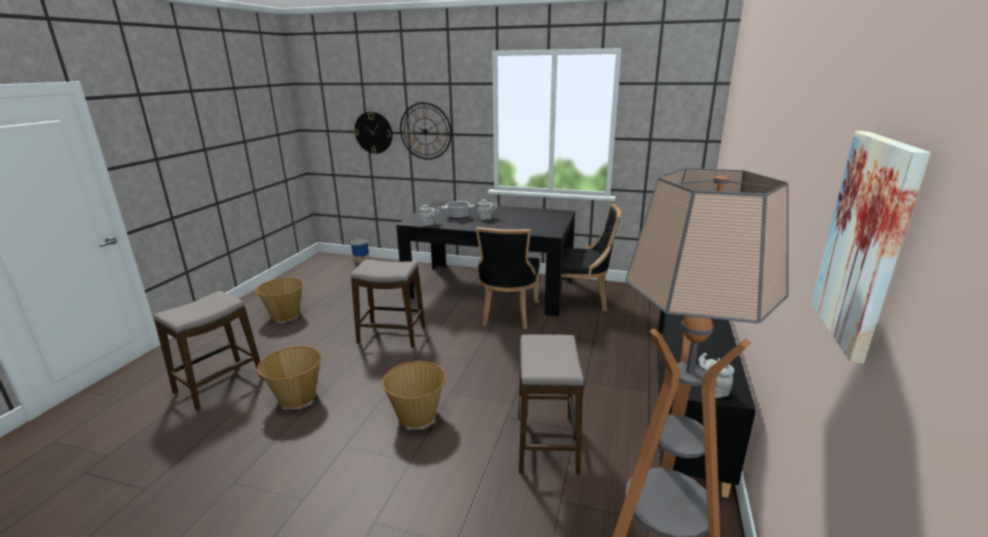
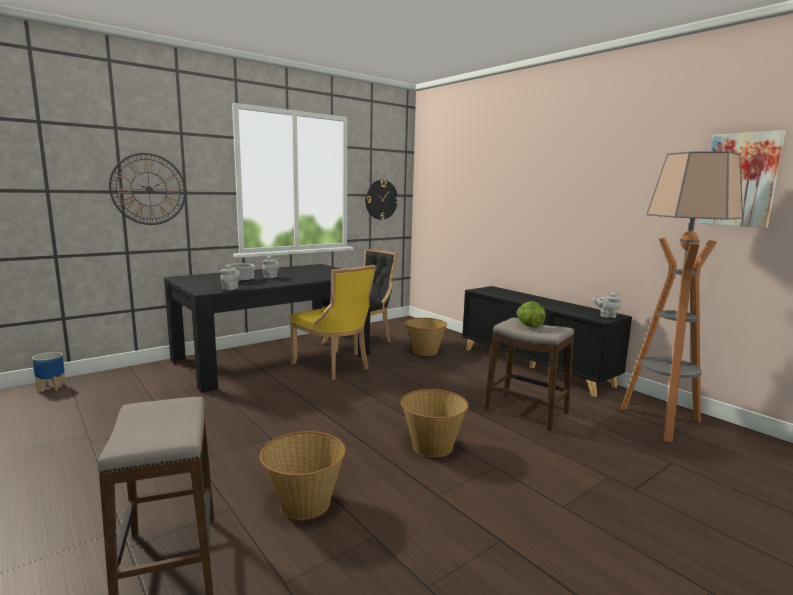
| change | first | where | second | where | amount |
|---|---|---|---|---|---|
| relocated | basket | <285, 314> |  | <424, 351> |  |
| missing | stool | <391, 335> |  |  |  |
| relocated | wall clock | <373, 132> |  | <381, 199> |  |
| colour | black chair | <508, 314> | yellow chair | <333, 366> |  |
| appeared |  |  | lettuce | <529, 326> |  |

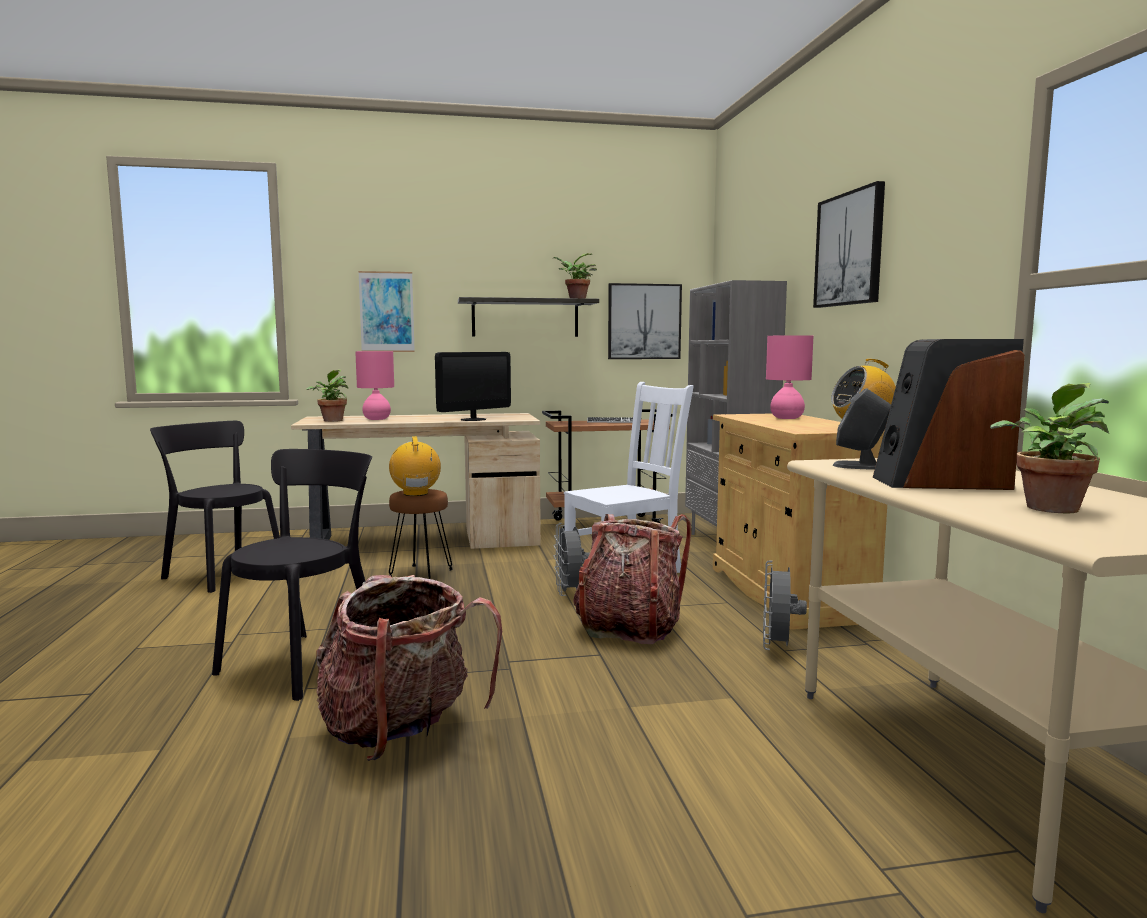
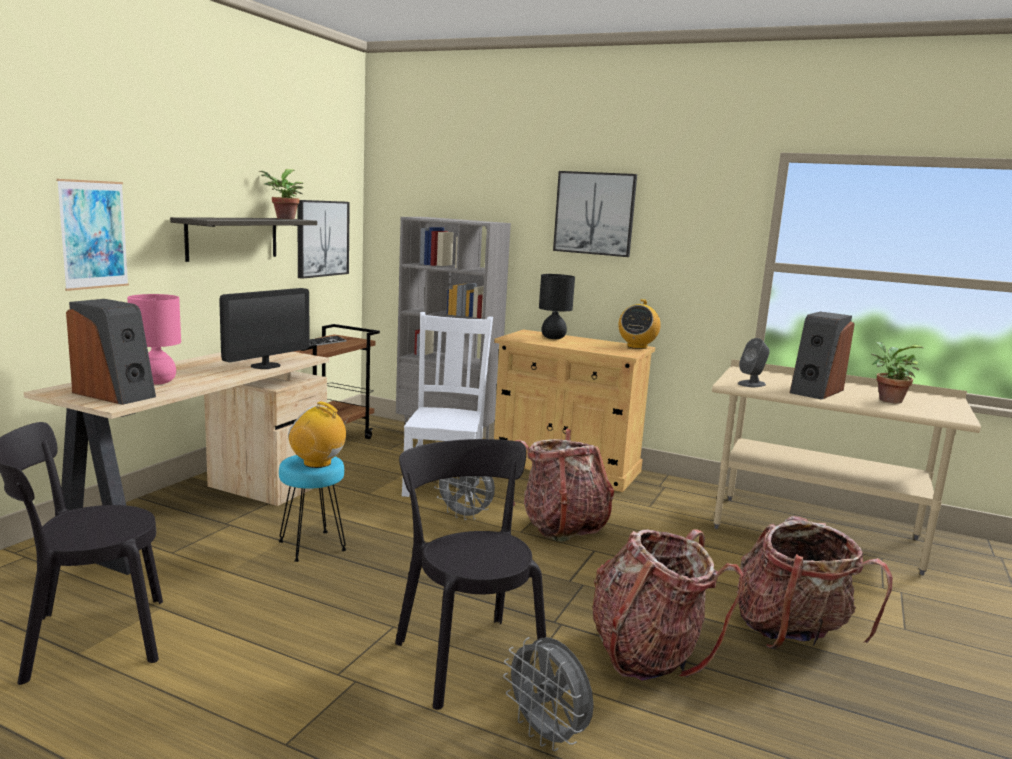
| change | first | where | second | where | amount |
|---|---|---|---|---|---|
| exchanged | potted plant | <332, 420> | speaker | <115, 394> |  |
| colour | brown stool | <420, 574> | turquoise stool | <312, 546> |  |
| spun | monitor | <473, 419> |  | <265, 366> | 45 degrees clockwise |
| relocated | grey fan | <778, 647> |  | <547, 735> |  |
| colour | pink table lamp | <786, 418> | black table lamp | <553, 338> |  |
| appeared |  |  | backpack | <793, 634> |  |

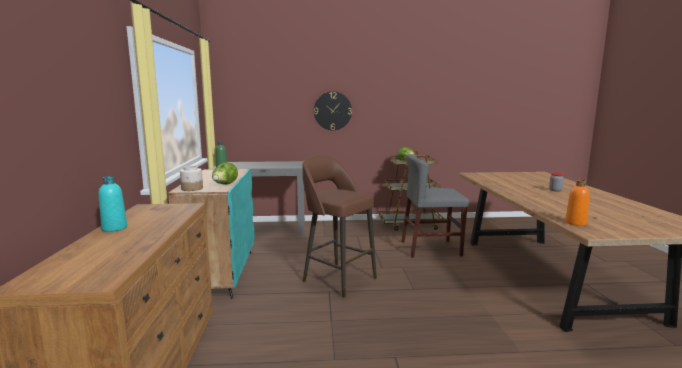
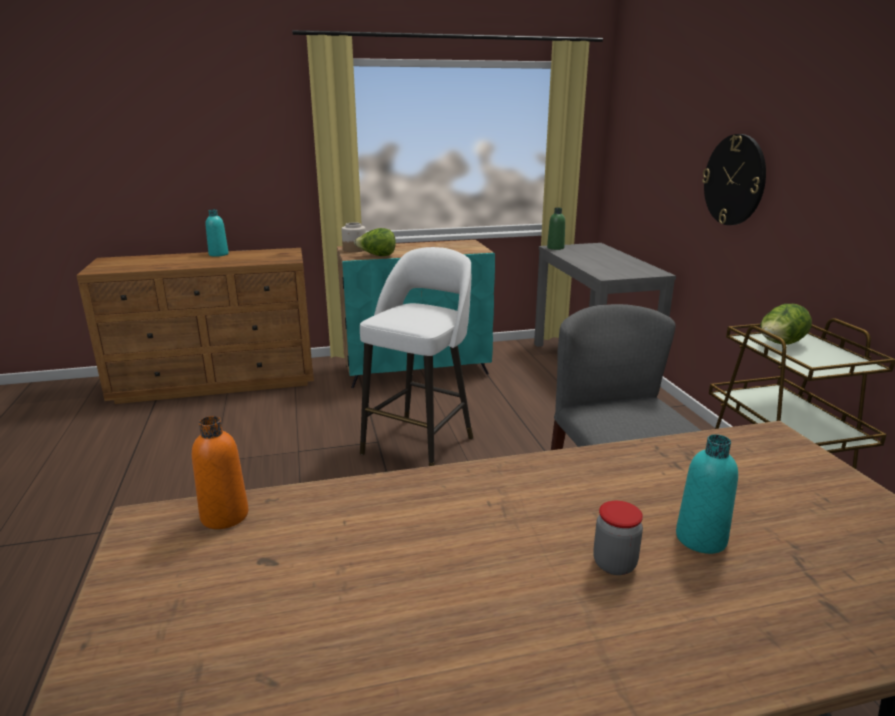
| change | first | where | second | where | amount |
|---|---|---|---|---|---|
| colour | brown stool | <338, 279> | white stool | <420, 444> |  |
| appeared |  |  | turquoise bottle | <701, 538> |  |

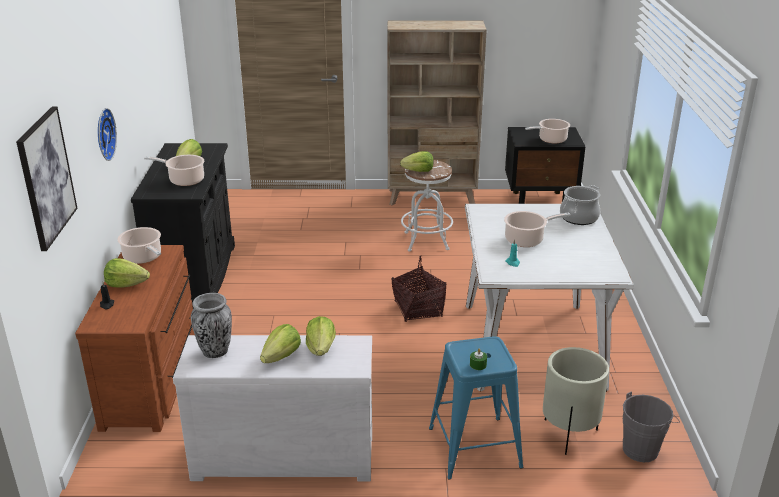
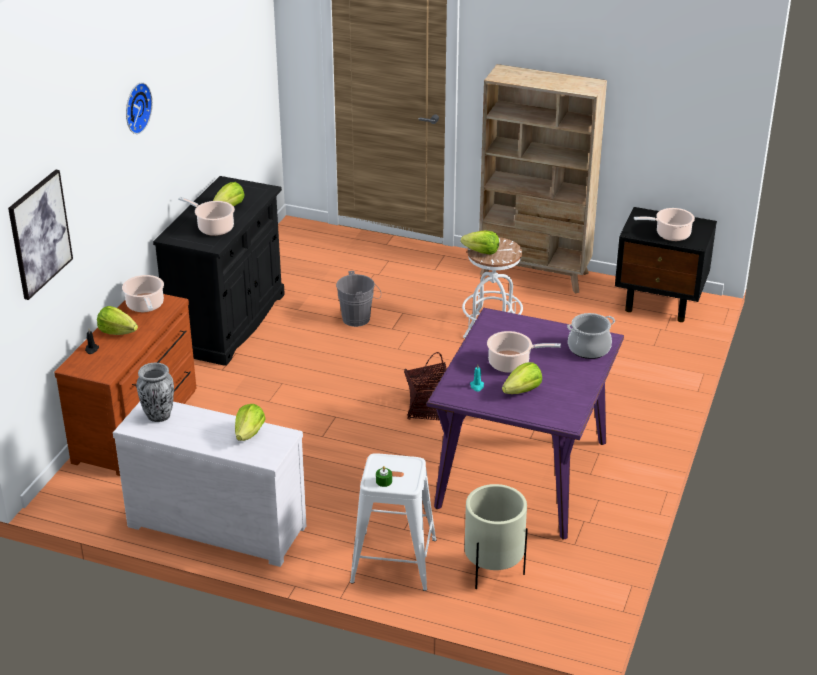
| change | first | where | second | where | amount |
|---|---|---|---|---|---|
| relocated | wall clock | <103, 134> |  | <135, 107> |  |
| relocated | lettuce | <281, 357> |  | <522, 391> |  |
| colour | blue stool | <475, 447> | white stool | <394, 560> |  |
| colour | white dining table | <531, 345> | purple dining table | <522, 473> |  |
| relocated | grey bucket | <643, 448> |  | <359, 318> |  |

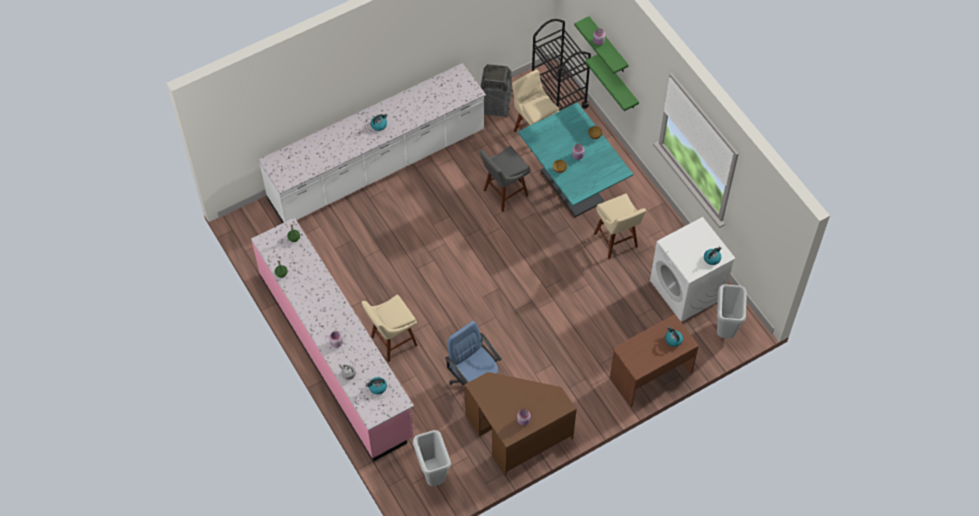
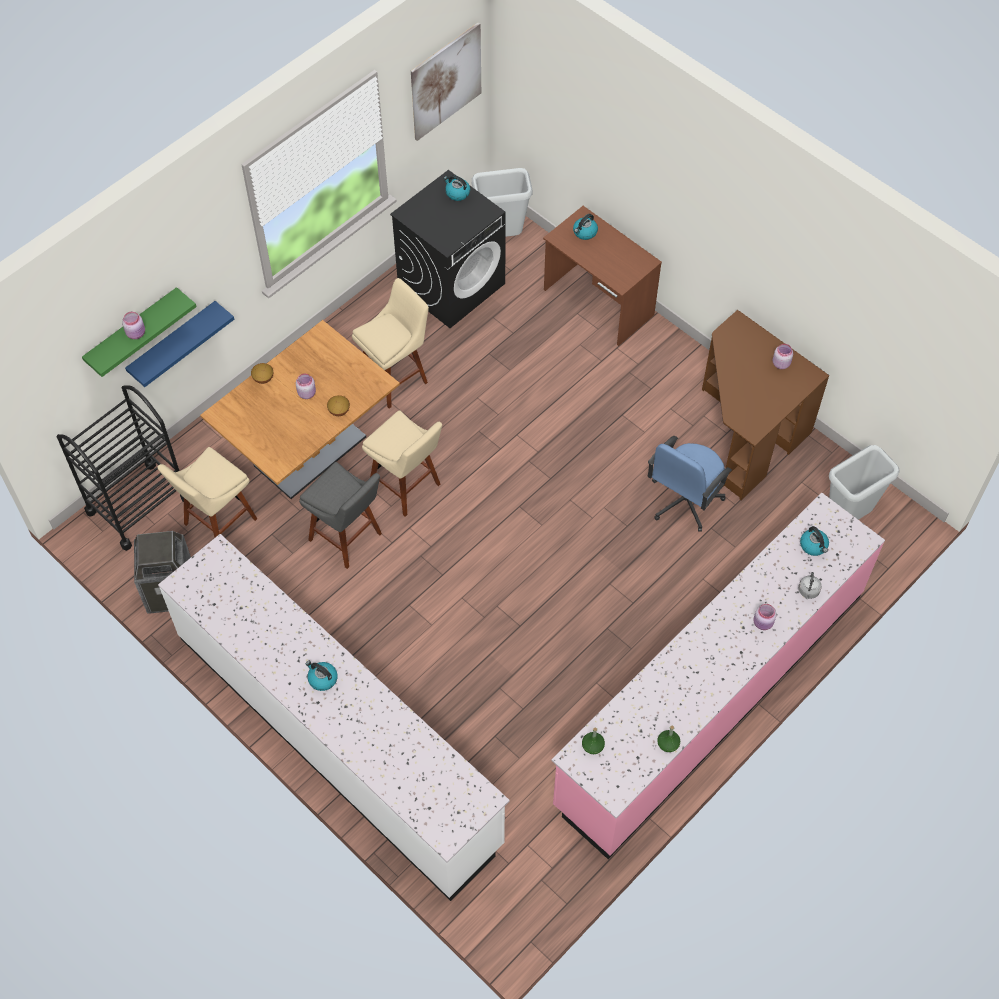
| change | first | where | second | where | amount |
|---|---|---|---|---|---|
| relocated | beige stool | <391, 342> |  | <407, 488> |  |
| colour | turquoise dining table | <572, 186> | brown dining table | <310, 451> |  |
| colour | green shelf | <618, 83> | blue shelf | <173, 342> |  |
| colour | white washing machine | <687, 290> | black washing machine | <451, 285> |  |
| appeared |  |  | picture | <446, 81> |  |

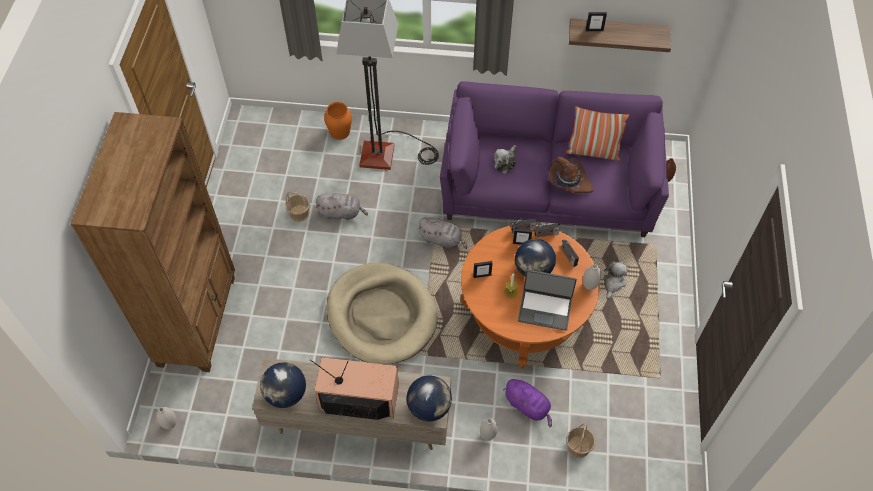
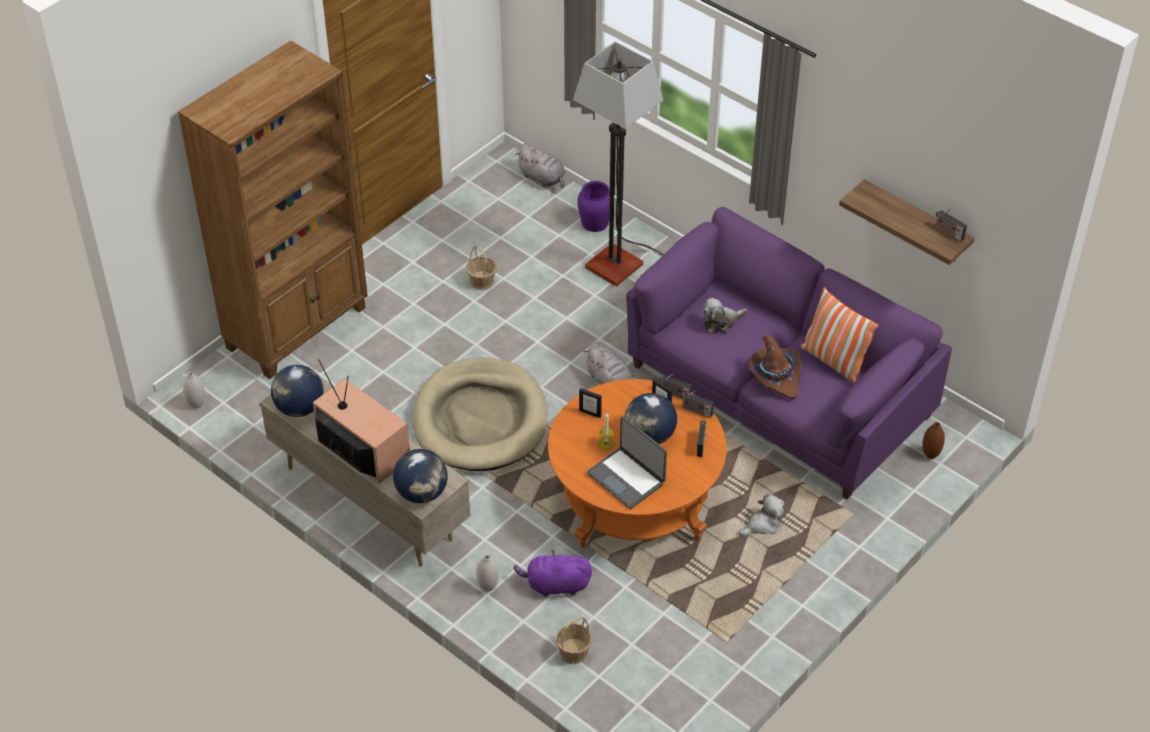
| change | first | where | second | where | amount |
|---|---|---|---|---|---|
| relocated | grey plush toy | <341, 213> |  | <543, 178> |  |
| colour | orange vase | <340, 132> | purple vase | <595, 223> |  |
| spun | purple plush toy | <528, 406> |  | <555, 585> | 105 degrees clockwise |
| missing | white vase | <589, 286> |  |  |  |
| missing | picture frame | <594, 30> |  |  |  |
| appeared |  |  | radio | <948, 232> |  |

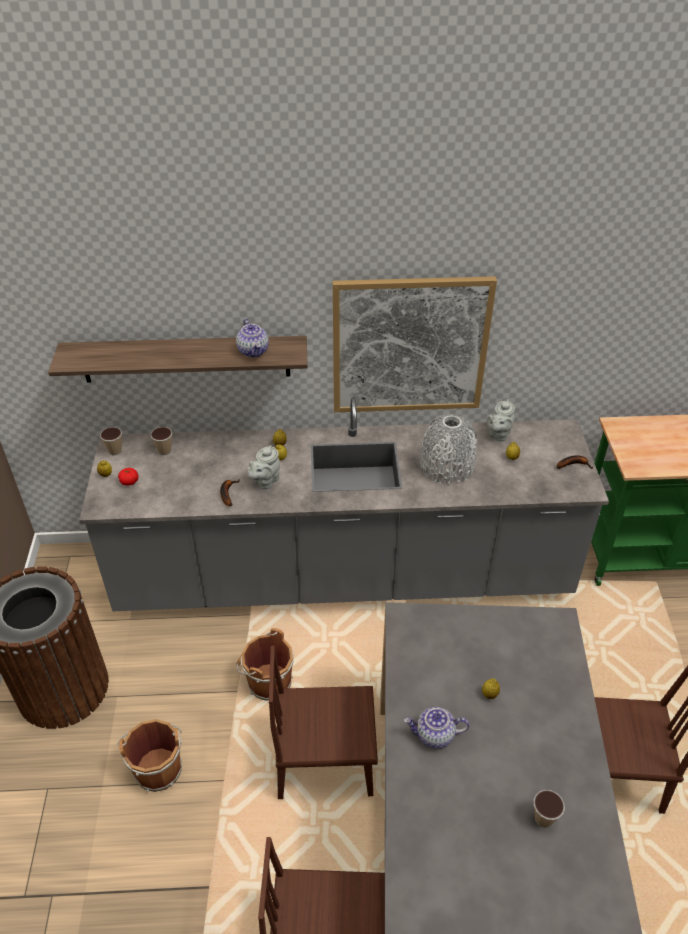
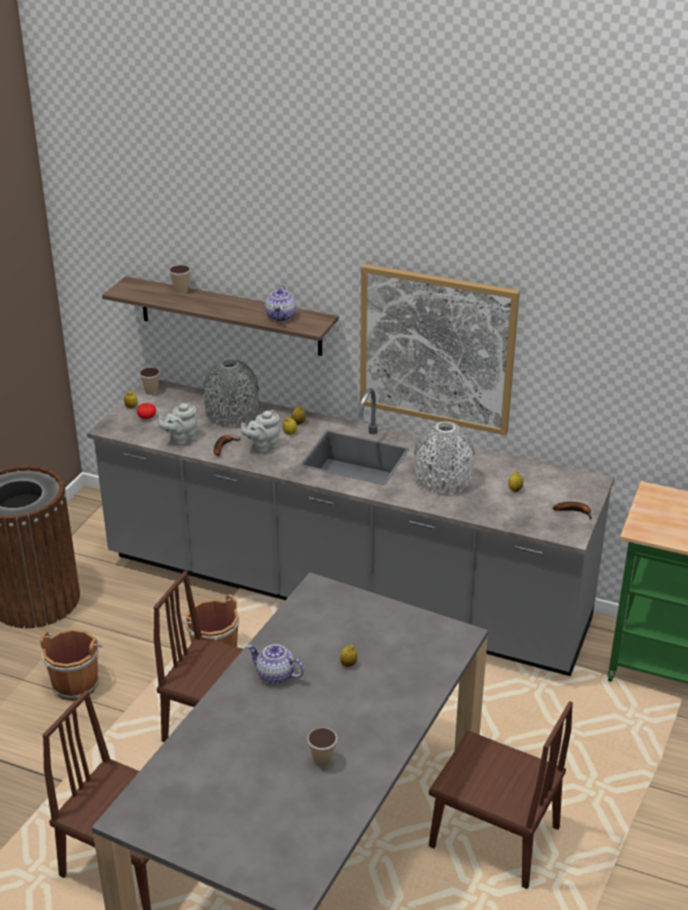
| change | first | where | second | where | amount |
|---|---|---|---|---|---|
| relocated | cup | <164, 451> |  | <181, 291> |  |
| relocated | grey teapot | <498, 434> |  | <181, 439> |  |
| appeared |  |  | grey vase | <232, 414> |  |

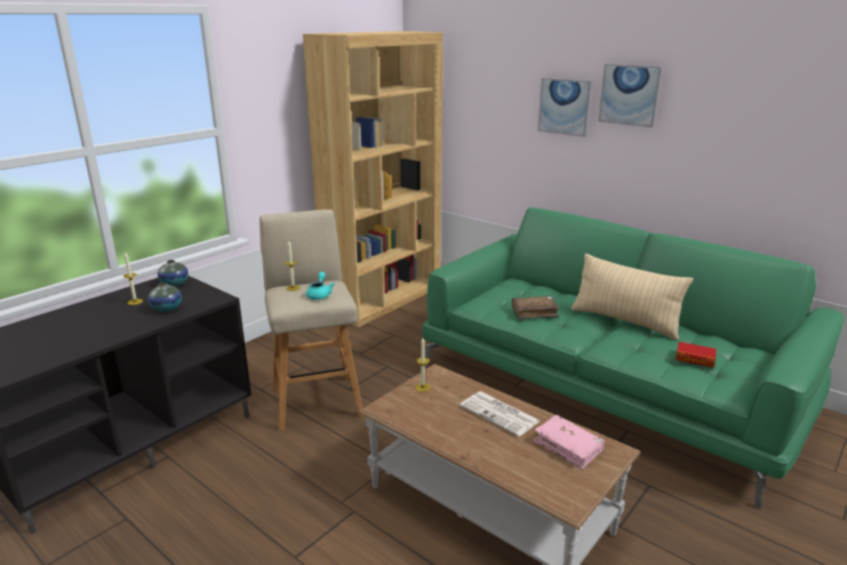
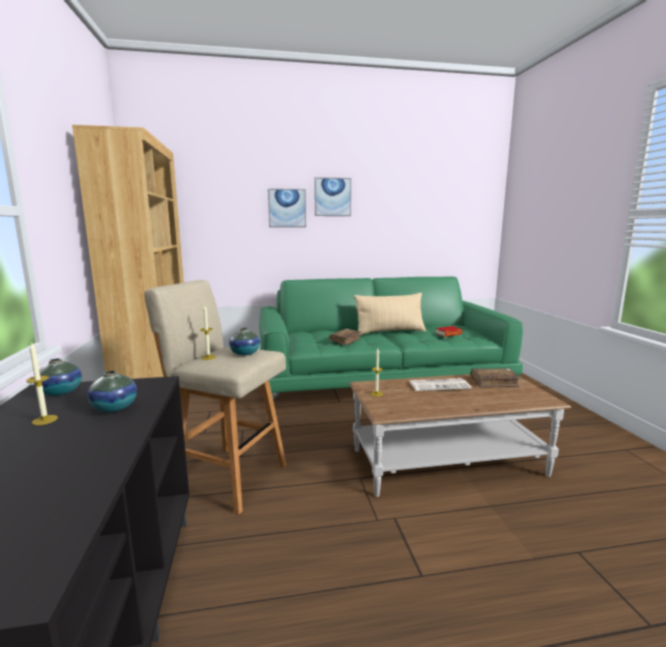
| change | first | where | second | where | amount |
|---|---|---|---|---|---|
| exchanged | turquoise teapot | <319, 295> | vase | <245, 353> |  |
| colour | pink book | <568, 447> | brown book | <494, 382> |  |

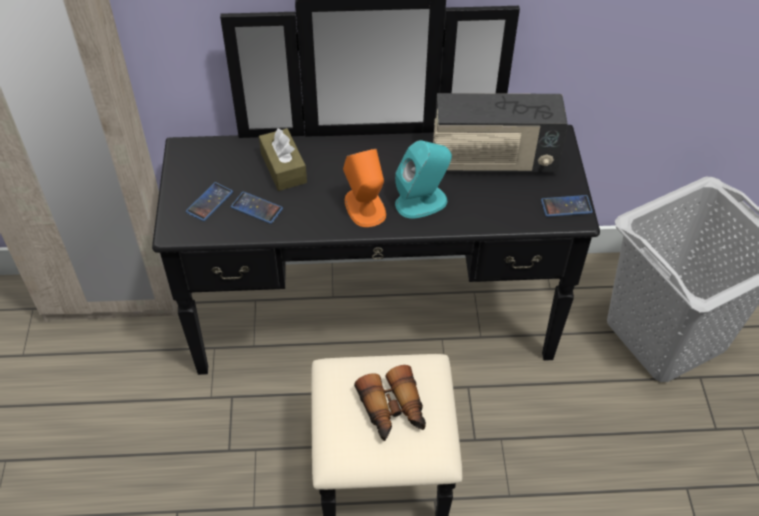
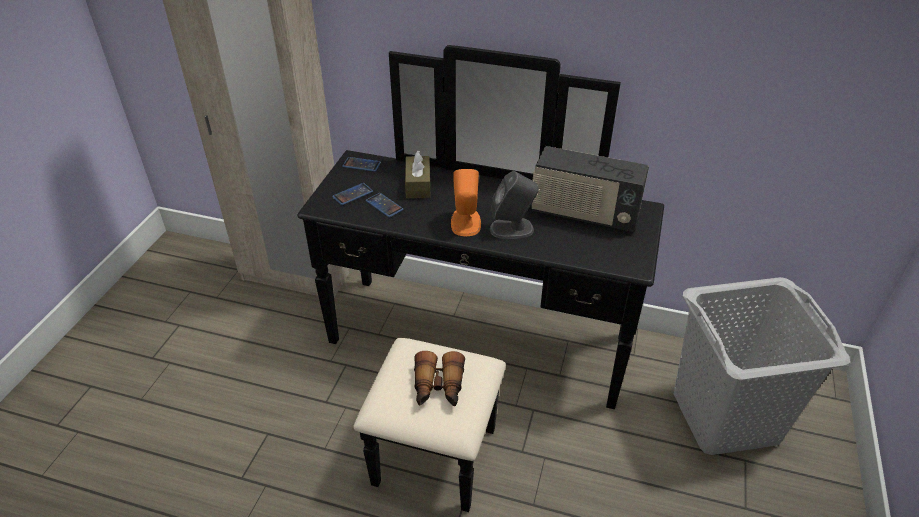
| change | first | where | second | where | amount |
|---|---|---|---|---|---|
| colour | turquoise speaker | <422, 202> | grey speaker | <512, 229> |  |
| relocated | phone | <566, 206> |  | <361, 165> |  |

